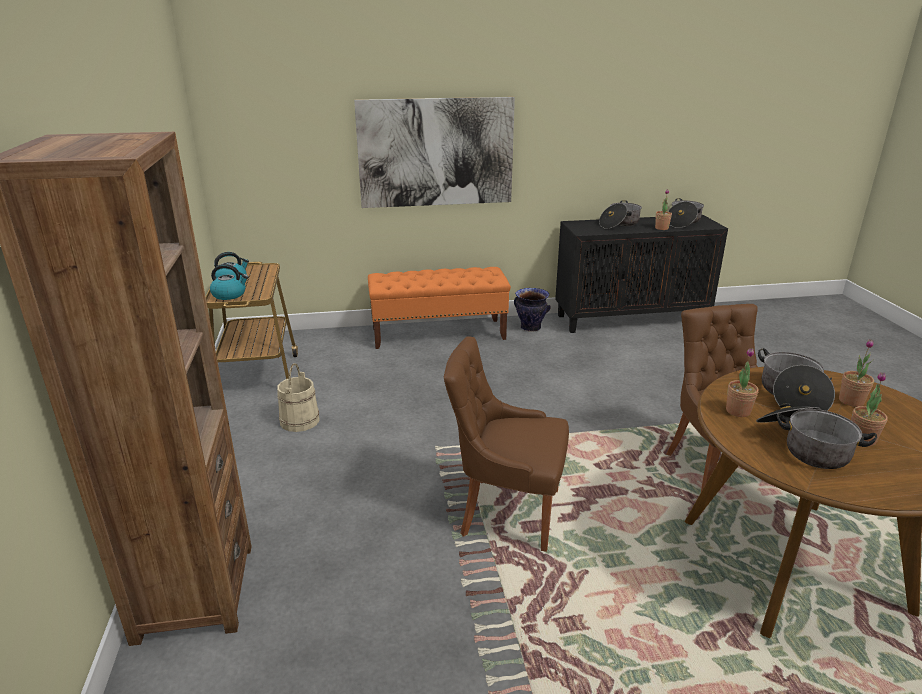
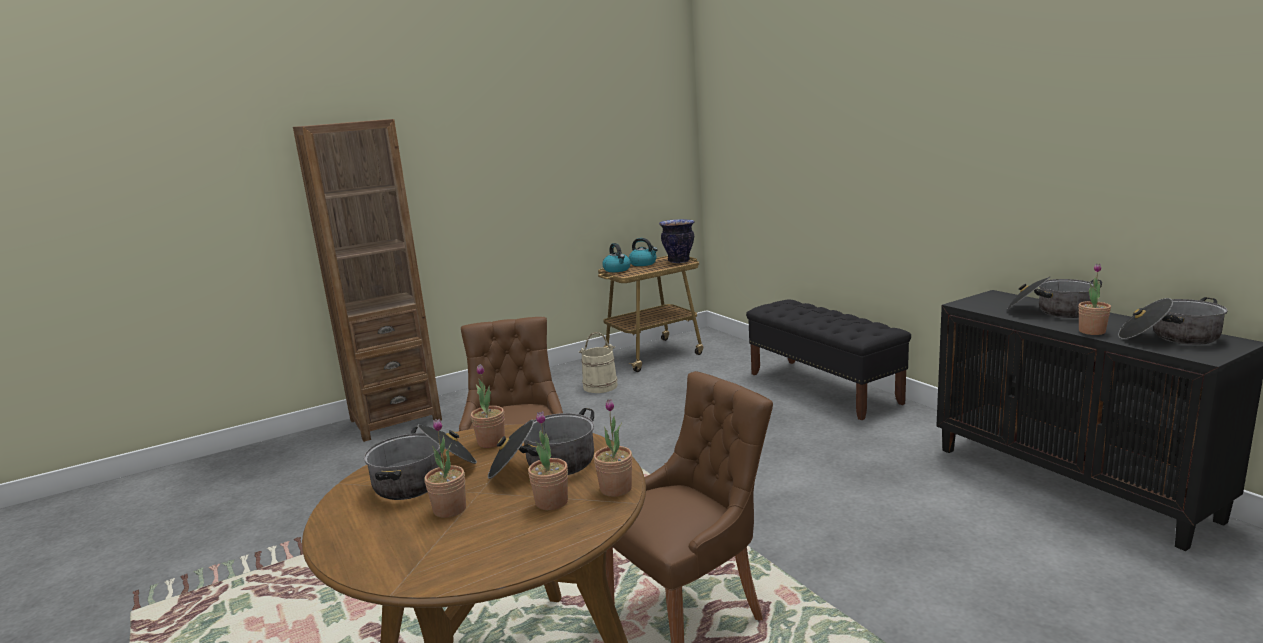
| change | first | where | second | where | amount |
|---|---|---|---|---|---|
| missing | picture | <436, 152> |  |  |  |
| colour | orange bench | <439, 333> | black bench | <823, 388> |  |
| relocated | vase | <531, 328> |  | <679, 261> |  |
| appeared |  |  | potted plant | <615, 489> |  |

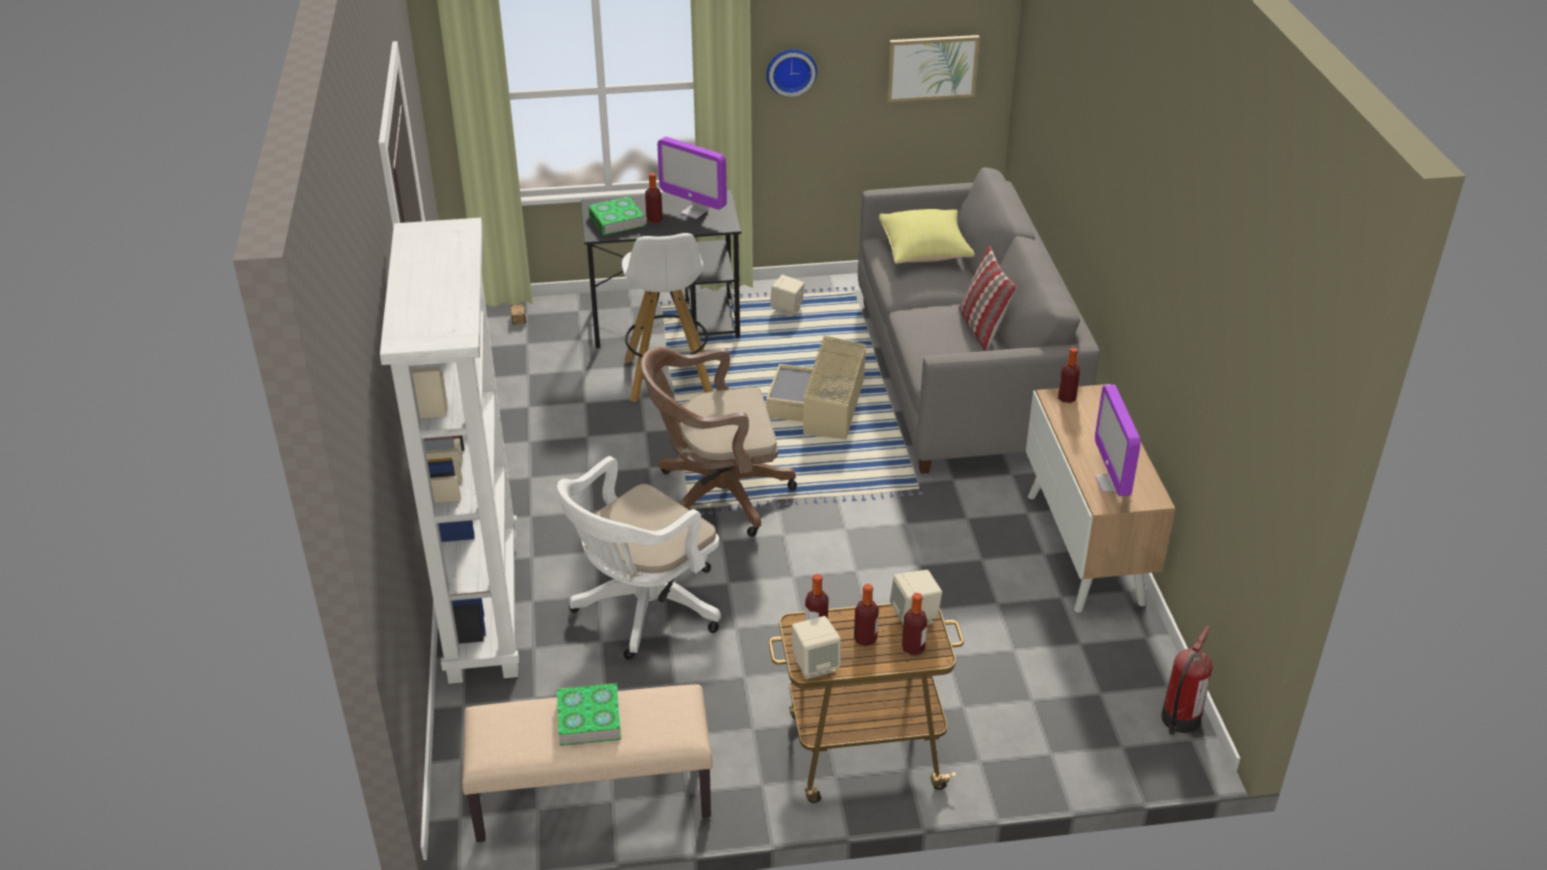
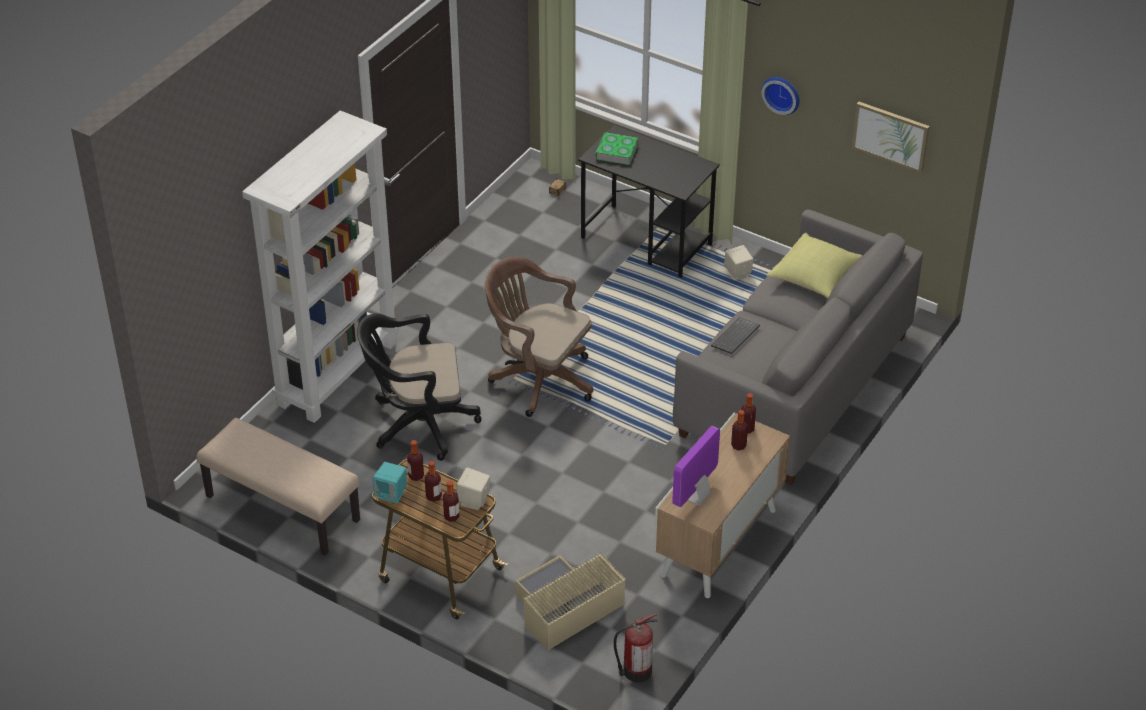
| change | first | where | second | where | amount |
|---|---|---|---|---|---|
| colour | white office chair | <642, 610> | black office chair | <418, 424> |  |
| missing | book | <589, 719> |  |  |  |
| missing | white stool | <668, 378> |  |  |  |
| relocated | bottle | <654, 220> |  | <738, 445> |  |
| missing | monitor | <694, 212> |  |  |  |
| relocated | beige storage box | <820, 405> |  | <565, 608> |  |
| colour | beige speaker | <815, 665> | turquoise speaker | <391, 494> |  |
| missing | pillow | <981, 328> |  |  |  |
| appeared |  |  | keyboard | <736, 337> |  |

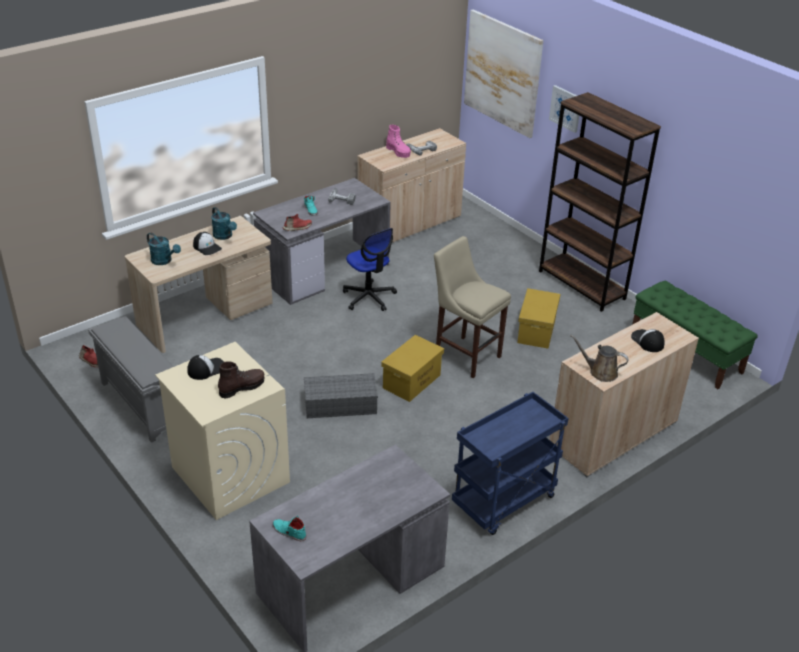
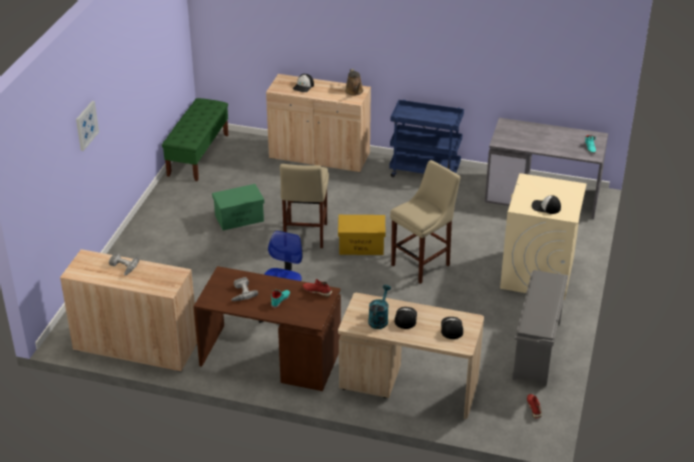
| change | first | where | second | where | amount |
|---|---|---|---|---|---|
| exchanged | turquoise watering can | <164, 261> | cap | <451, 328> |  |
| missing | brown boot | <242, 387> |  |  |  |
| colour | grey desk | <324, 270> | brown desk | <269, 358> |  |
| exchanged | grey storage box | <339, 405> | beige stool | <423, 264> |  |
| missing | pink boot | <398, 152> |  |  |  |
| missing | picture | <502, 73> |  |  |  |
| colour | yellow storage box | <536, 331> | green storage box | <239, 218> |  |
| missing | brown bookcase | <582, 285> |  |  |  |

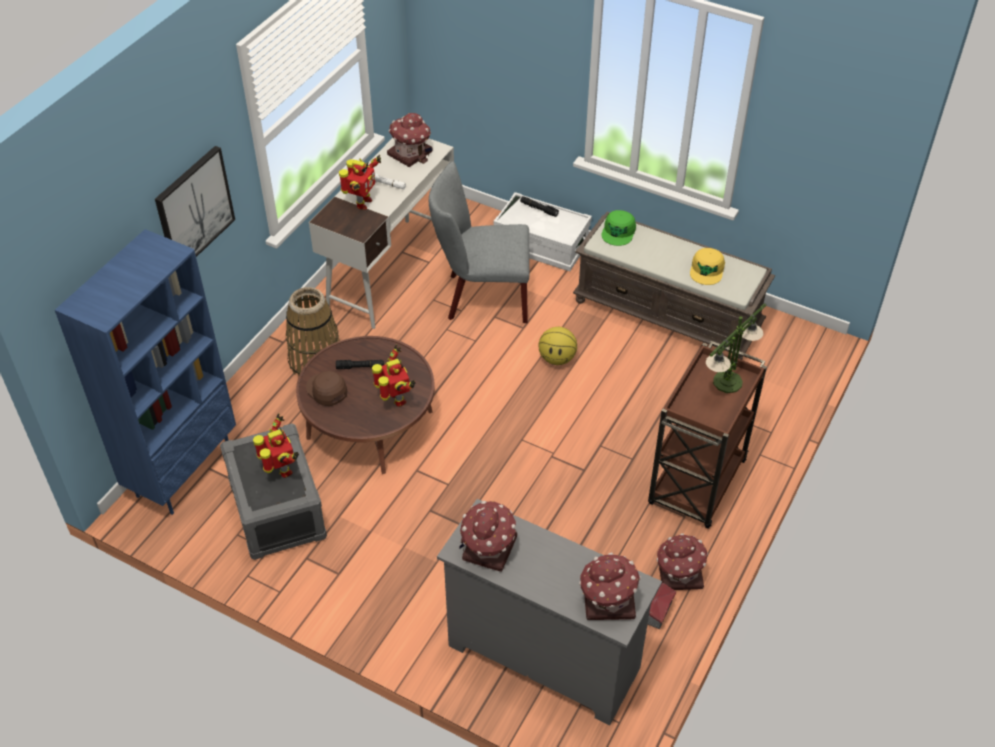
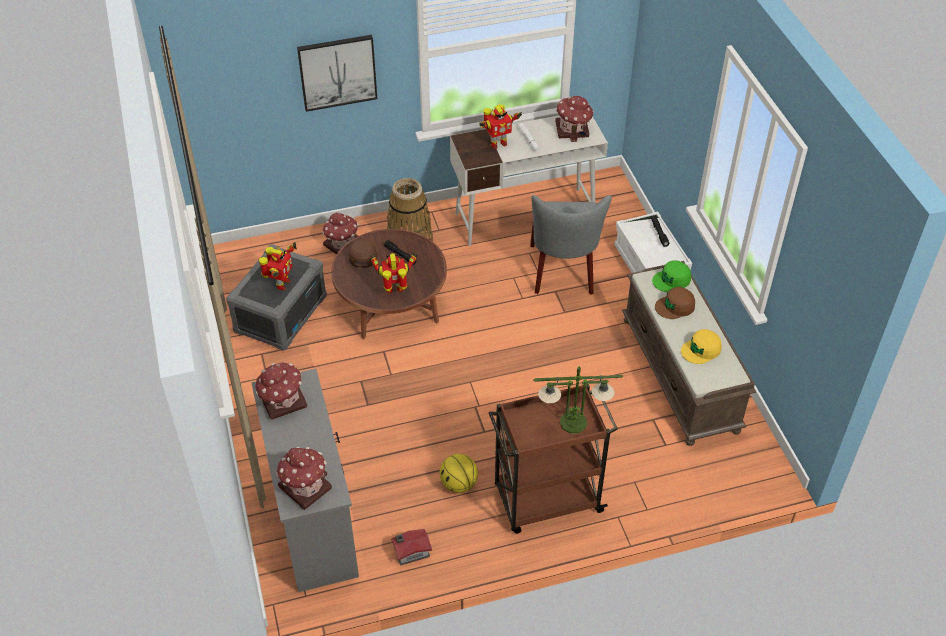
| change | first | where | second | where | amount |
|---|---|---|---|---|---|
| missing | blue bookcase | <183, 471> |  |  |  |
| spun | toy robot | <396, 400> |  | <395, 290> | 120 degrees counterclockwise |
| spun | grey chair | <482, 297> |  | <563, 273> | 135 degrees counterclockwise |
| relocated | basketball | <557, 359> |  | <459, 484> |  |
| relocated | toy house | <679, 574> |  | <342, 245> |  |
| appeared |  |  | brown cap | <675, 306> |  |

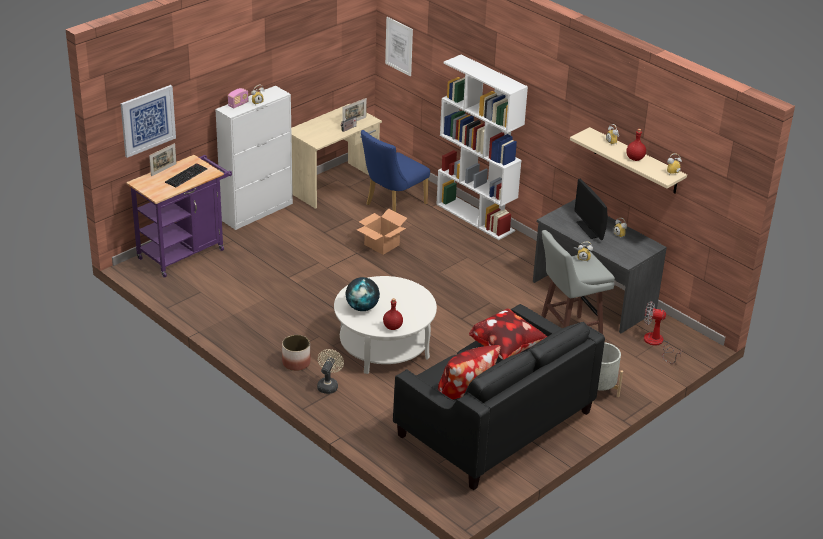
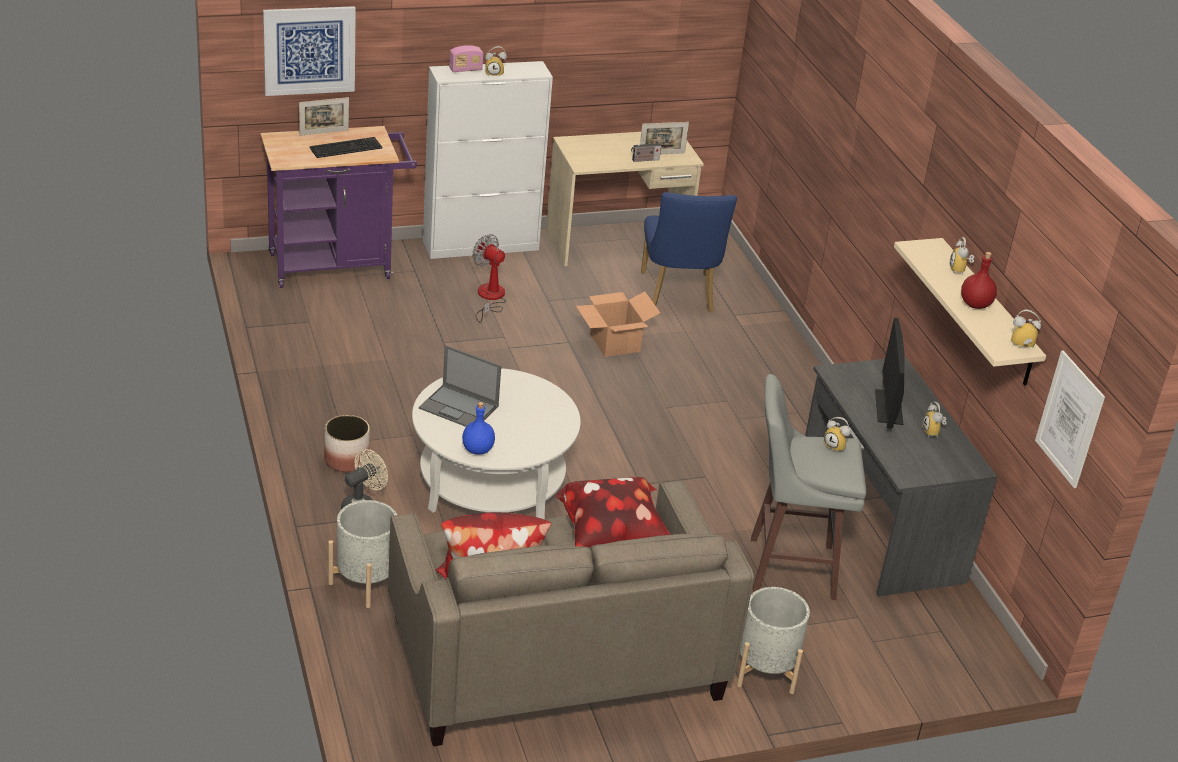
| change | first | where | second | where | amount |
|---|---|---|---|---|---|
| exchanged | globe | <362, 307> | laptop | <459, 407> |  |
| spun | blue chair | <392, 205> |  | <678, 296> | 75 degrees counterclockwise |
| colour | red bottle | <392, 327> | blue bottle | <478, 449> |  |
| relocated | picture | <399, 46> |  | <1069, 419> |  |
| colour | black sofa | <494, 424> | beige sofa | <554, 657> |  |
| missing | white bookcase | <476, 217> |  |  |  |
| relocated | fan | <657, 344> |  | <489, 298> |  |
| appeared |  |  | grey planter | <366, 582> |  |

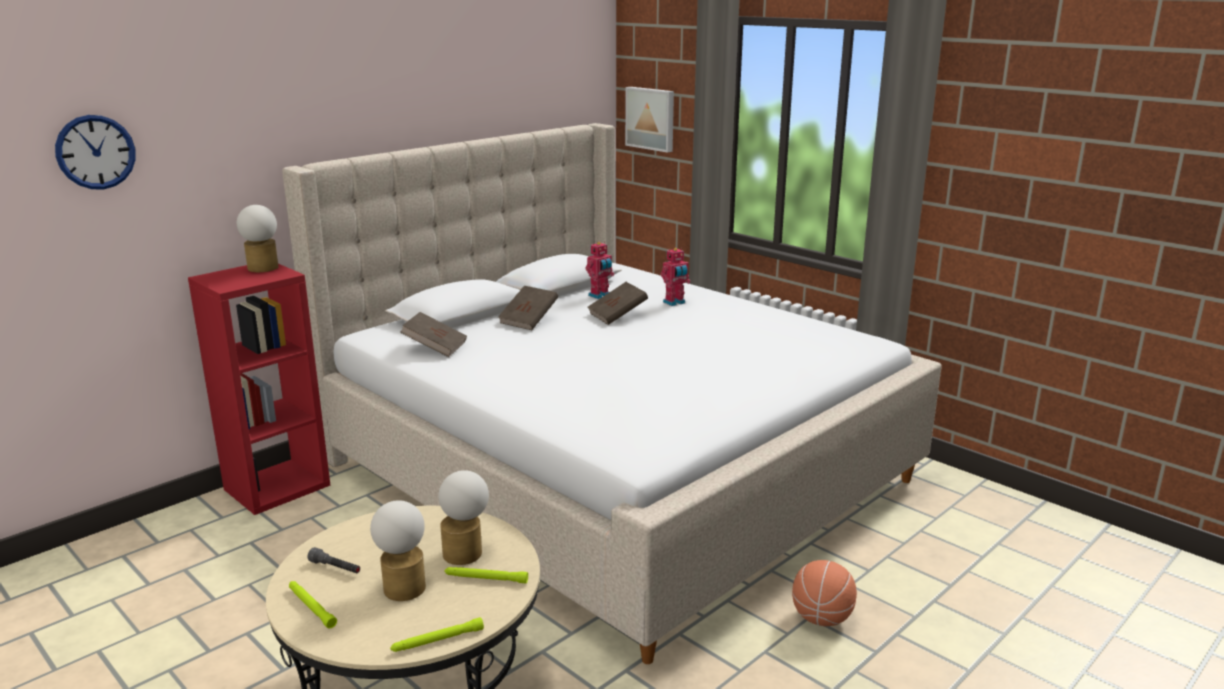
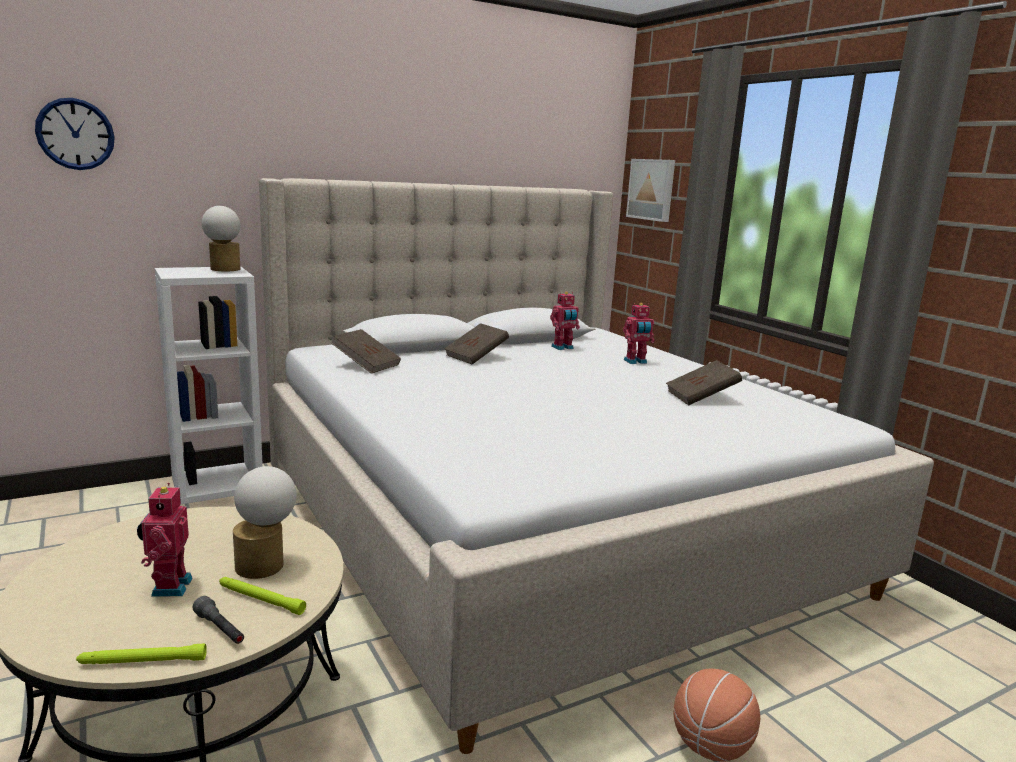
| change | first | where | second | where | amount |
|---|---|---|---|---|---|
| colour | red bookcase | <277, 486> | white bookcase | <218, 484> |  |
| missing | green flashlight | <311, 607> |  |  |  |
| relocated | grey flashlight | <335, 568> |  | <220, 629> |  |
| exchanged | table lamp | <404, 584> | toy robot | <169, 587> |  |
| relocated | brown book | <617, 316> |  | <701, 398> |  |

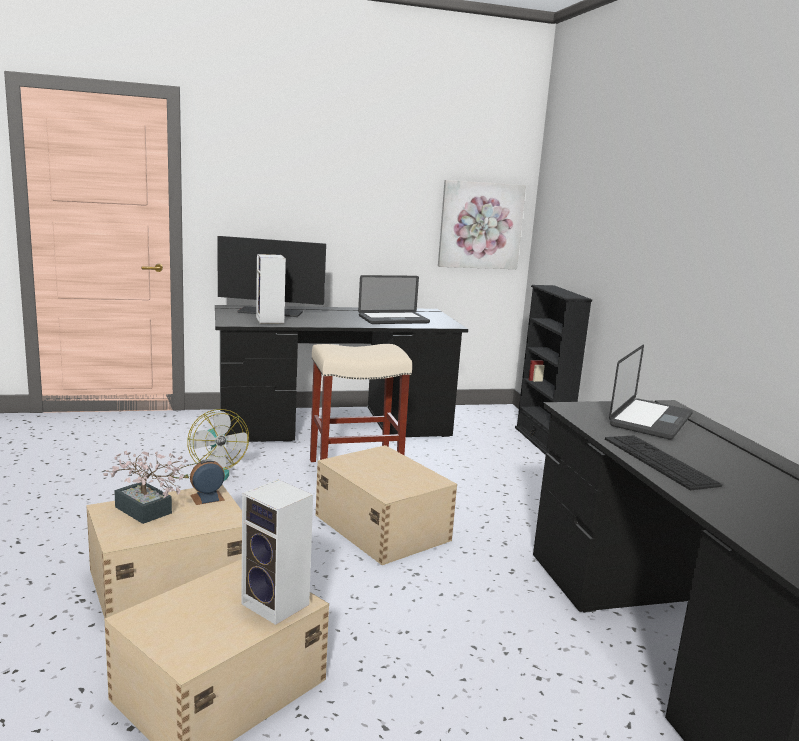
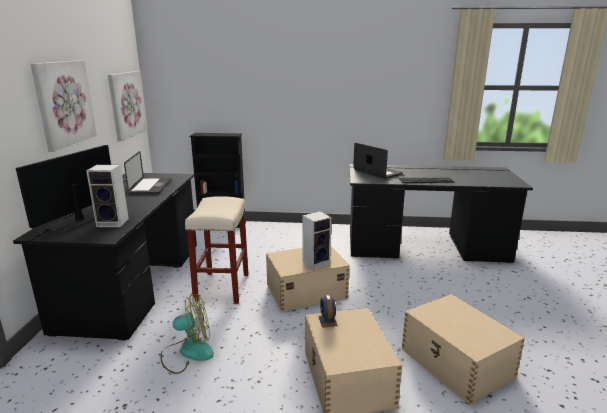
| change | first | where | second | where | amount |
|---|---|---|---|---|---|
| missing | potted plant | <146, 512> |  |  |  |
| relocated | speaker | <278, 605> |  | <316, 262> |  |
| appeared |  |  | picture | <64, 103> |  |

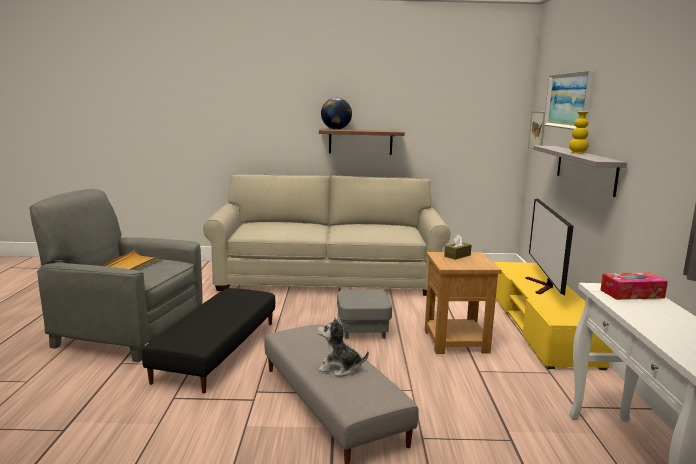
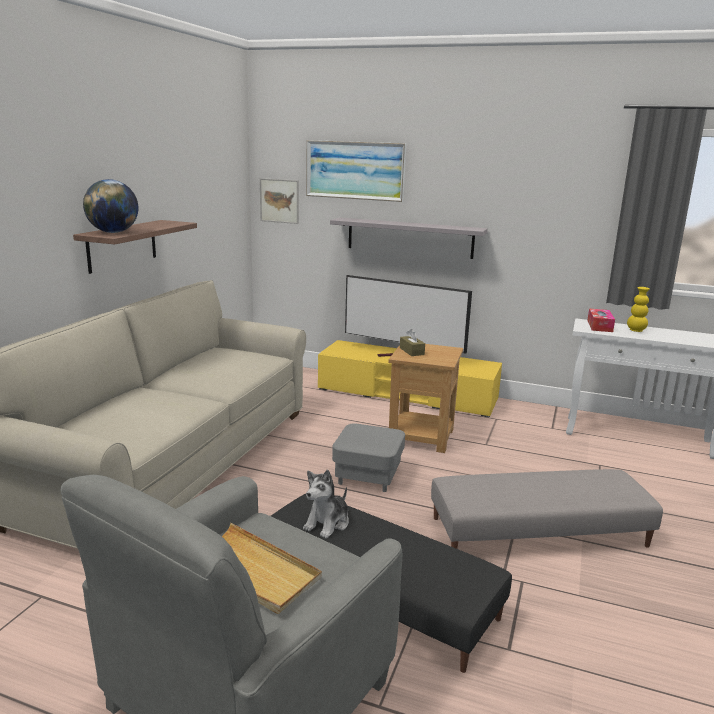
| change | first | where | second | where | amount |
|---|---|---|---|---|---|
| relocated | plush toy | <339, 368> |  | <328, 523> |  |
| relocated | yellow vase | <577, 153> |  | <636, 330> |  |

